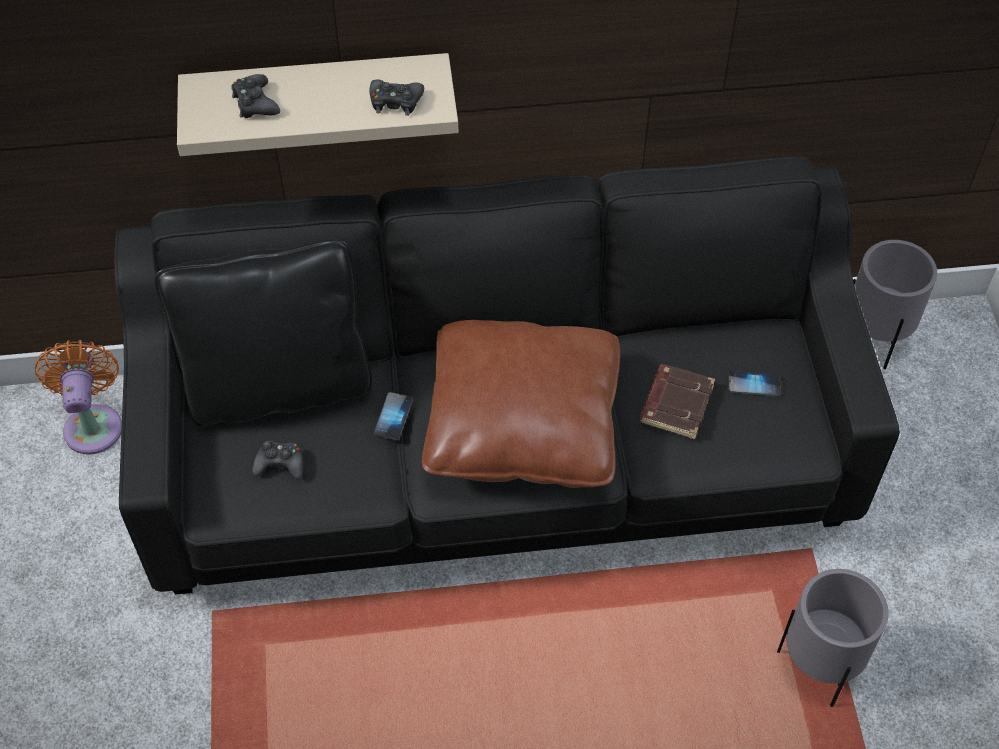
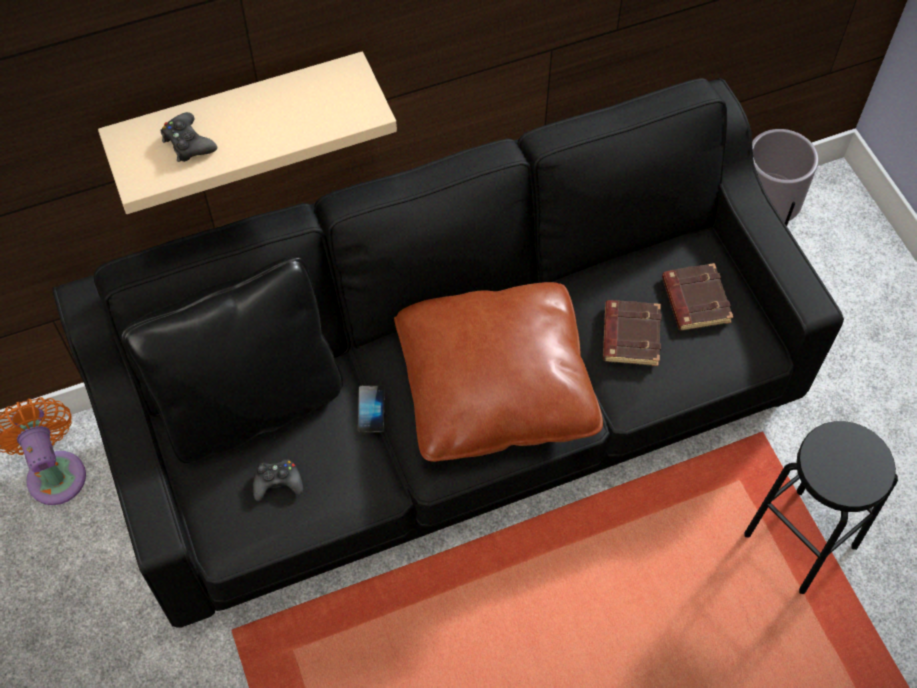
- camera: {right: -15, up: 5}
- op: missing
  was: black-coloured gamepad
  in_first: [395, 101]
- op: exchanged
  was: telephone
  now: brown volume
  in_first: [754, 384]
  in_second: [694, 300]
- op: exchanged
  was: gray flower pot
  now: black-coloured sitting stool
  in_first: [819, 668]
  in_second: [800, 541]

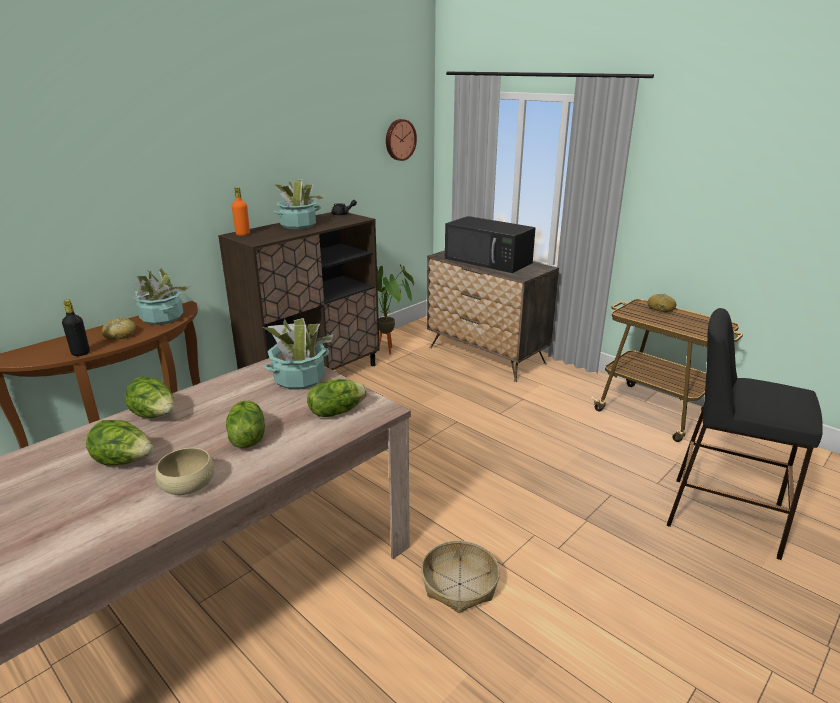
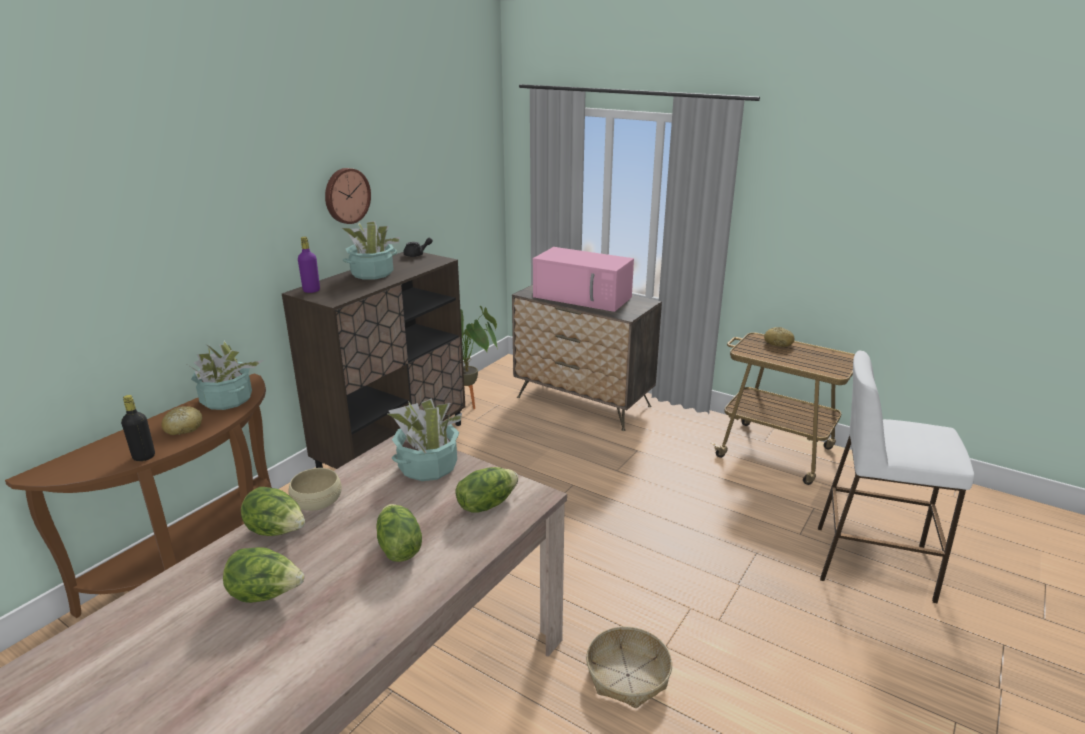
- camera: {right: -10, up: 0}
- op: relocated
  was: beige-coloured deep dish
  in_first: [188, 484]
  in_second: [317, 501]
- op: relocated
  was: hanging clock
  in_first: [399, 139]
  in_second: [346, 195]
- op: colour
  was: orange beverage bottle
  now: purple-coloured beverage bottle
  in_first: [243, 234]
  in_second: [311, 290]
- op: colour
  was: black-coloured kitchen microwave
  now: pink kitchen microwave
  in_first: [489, 261]
  in_second: [584, 297]
- op: colour
  was: black-coloured sitting stool
  now: white-coloured sitting stool
  in_first: [723, 515]
  in_second: [872, 562]

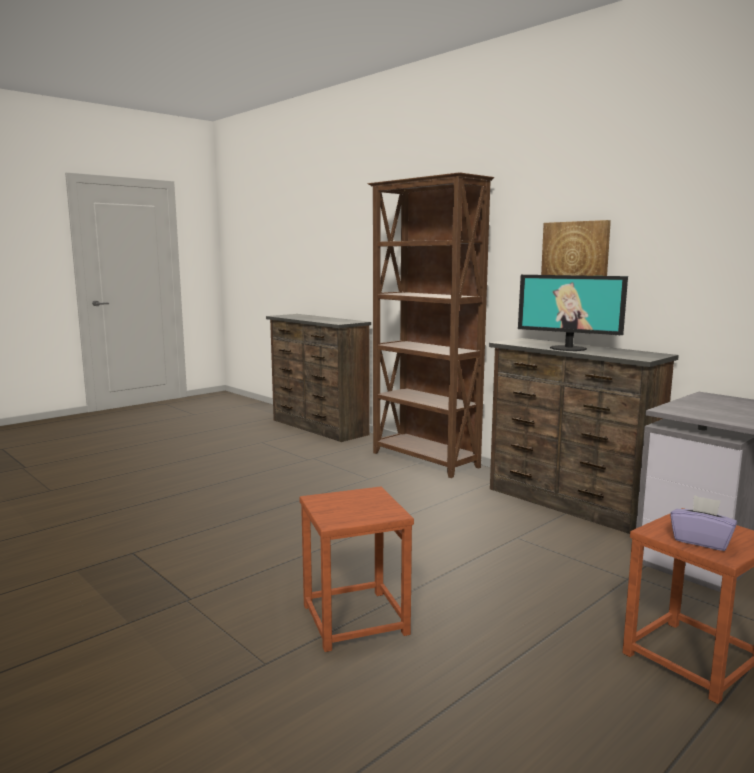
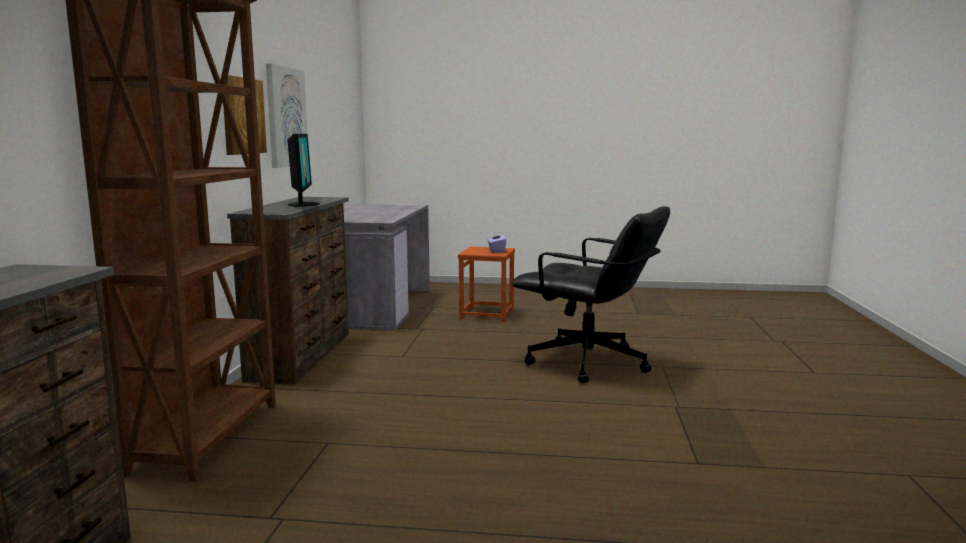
- camera: {right: -130, up: 0}
- op: appeared
  now: picture
  in_second: [286, 117]
- op: exchanged
  was: brown sitting stool
  now: black-coloured desk chair
  in_first: [354, 619]
  in_second: [589, 363]

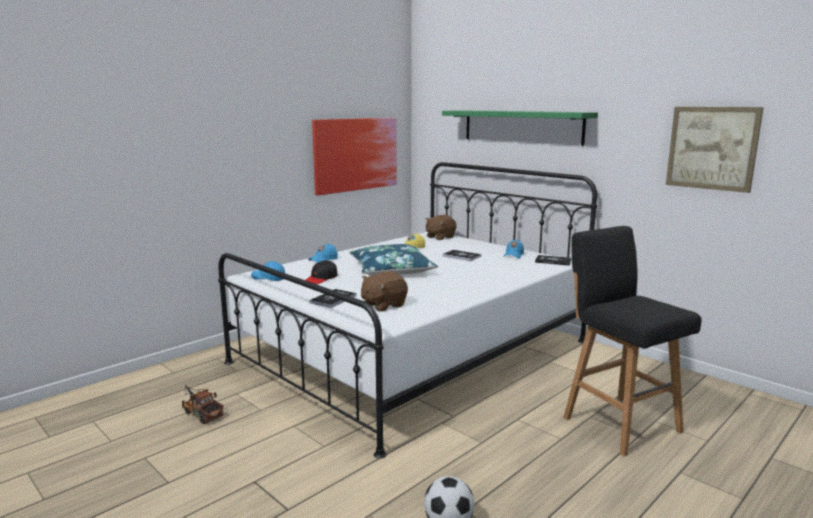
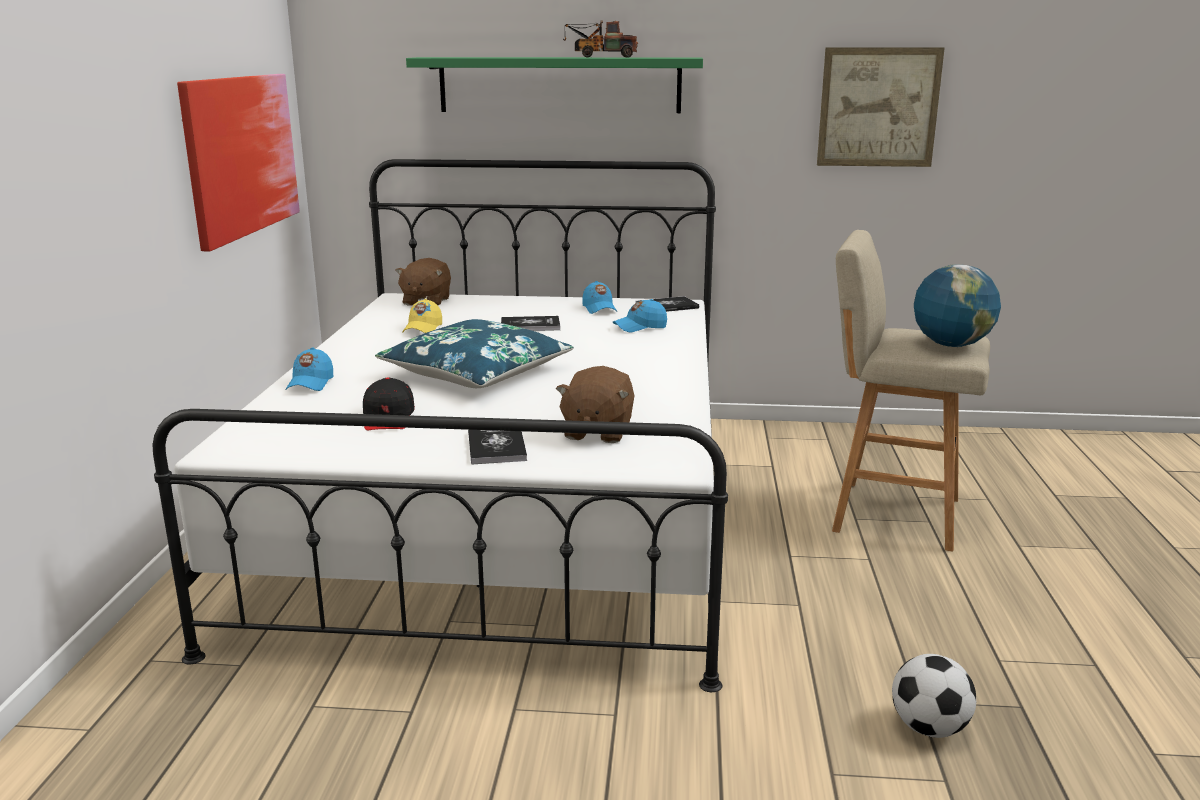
- camera: {right: -40, up: 5}
- op: appeared
  now: globe
  in_second: [951, 345]
- op: relocated
  was: toy truck
  in_first: [201, 413]
  in_second: [600, 57]
- op: relocated
  was: blue-coloured peaked cap
  in_first: [268, 277]
  in_second: [640, 327]
- op: colour
  was: black-coloured sitting stool
  now: beige-coloured sitting stool
  in_first: [618, 423]
  in_second: [890, 513]

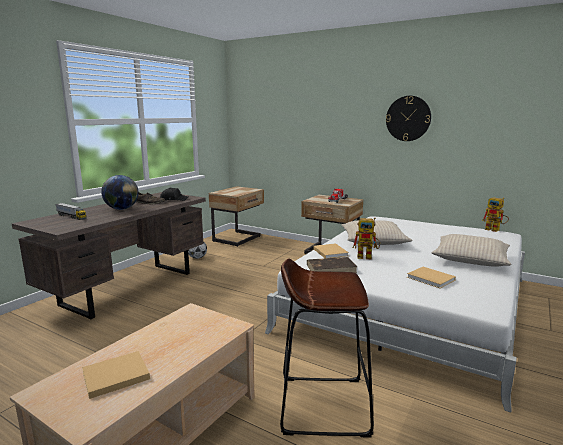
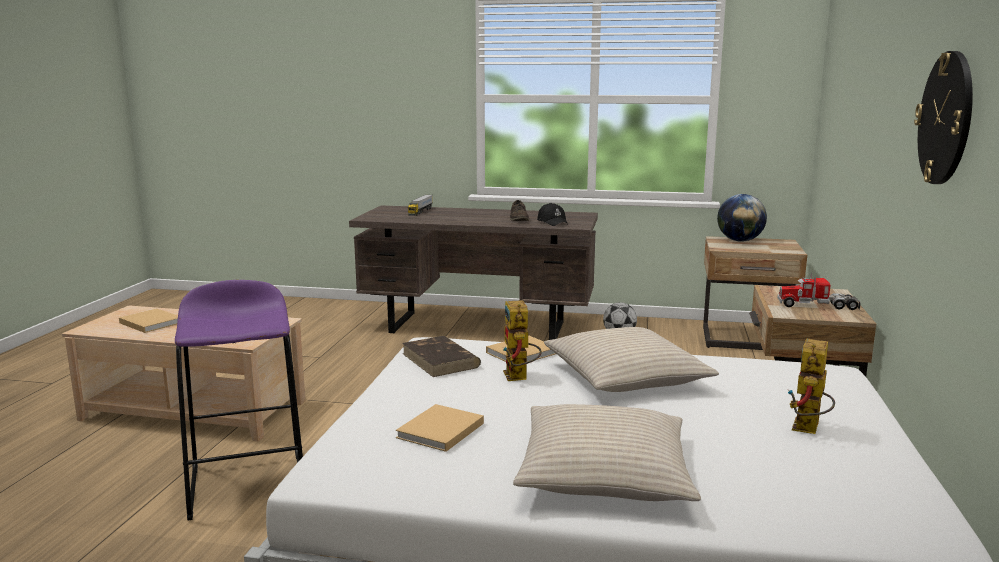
- camera: {right: 70, up: 0}
- op: relocated
  was: globe
  in_first: [121, 209]
  in_second: [739, 241]
- op: relocated
  was: model robot
  in_first: [495, 230]
  in_second: [808, 430]
- op: colour
  was: brown sitting stool
  now: purple-coloured sitting stool
  in_first: [323, 404]
  in_second: [248, 483]

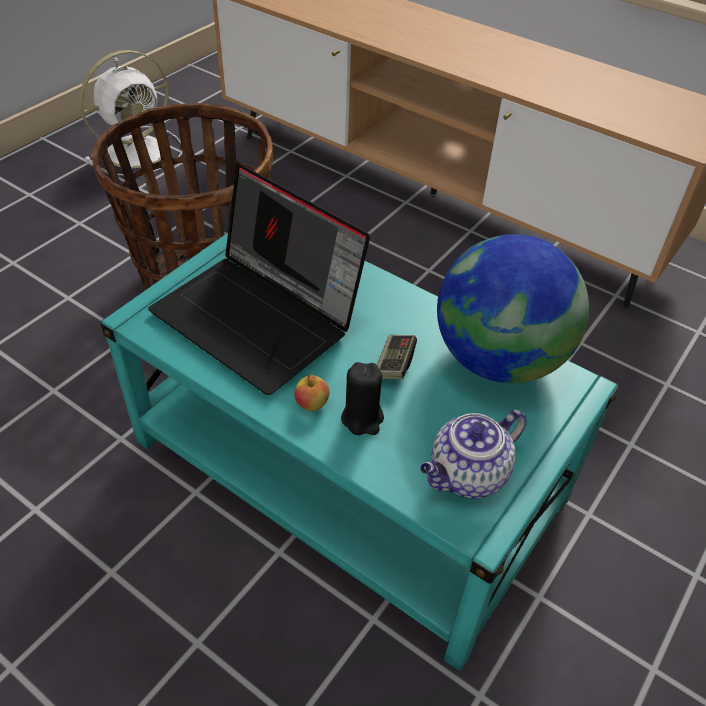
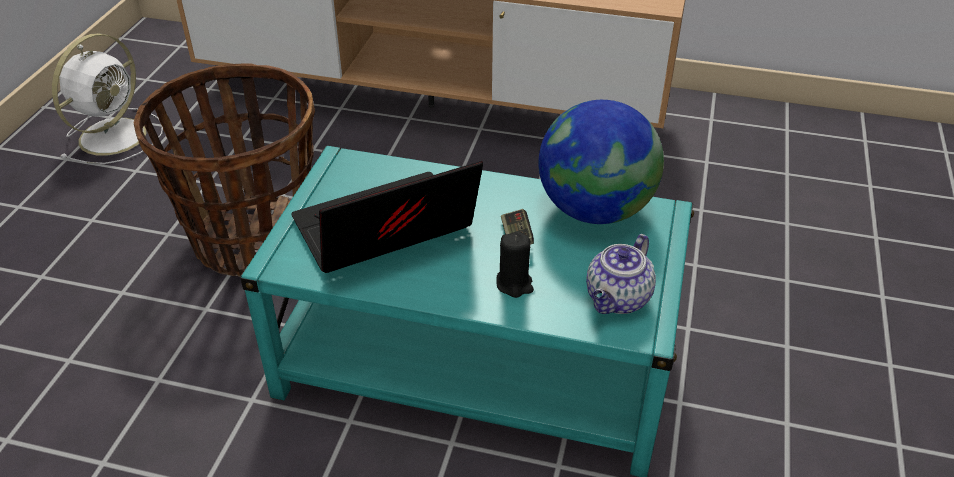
- camera: {right: -20, up: -5}
- op: missing
  was: apple fruit
  in_first: [311, 404]
- op: spun
  was: notebook computer
  in_first: [260, 318]
  in_second: [383, 233]
  clockwise: 135

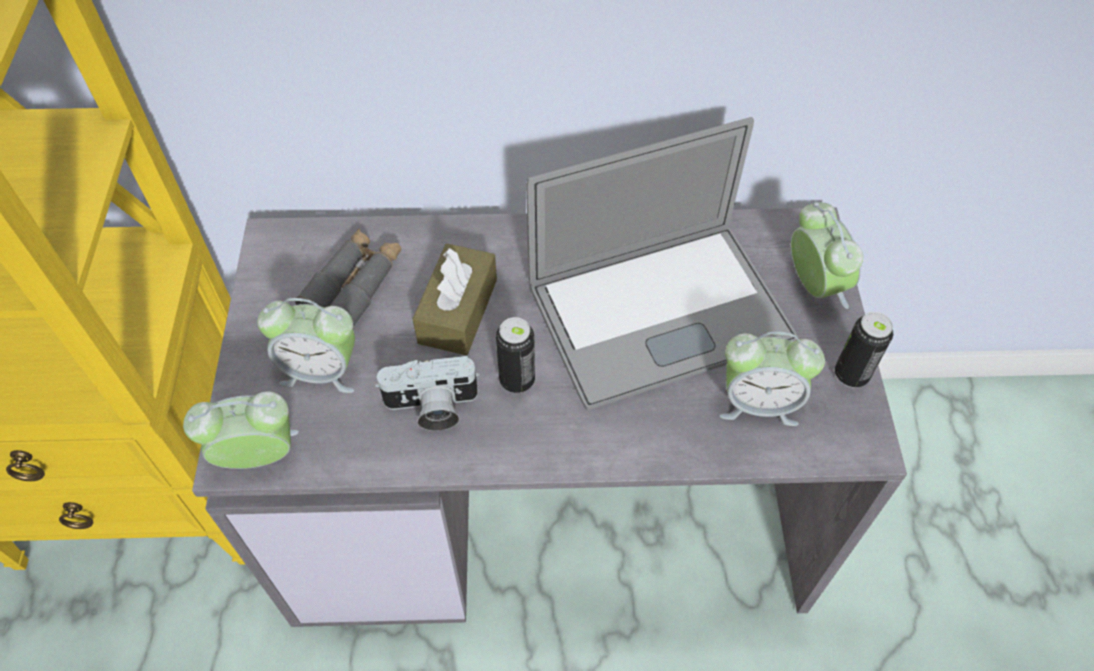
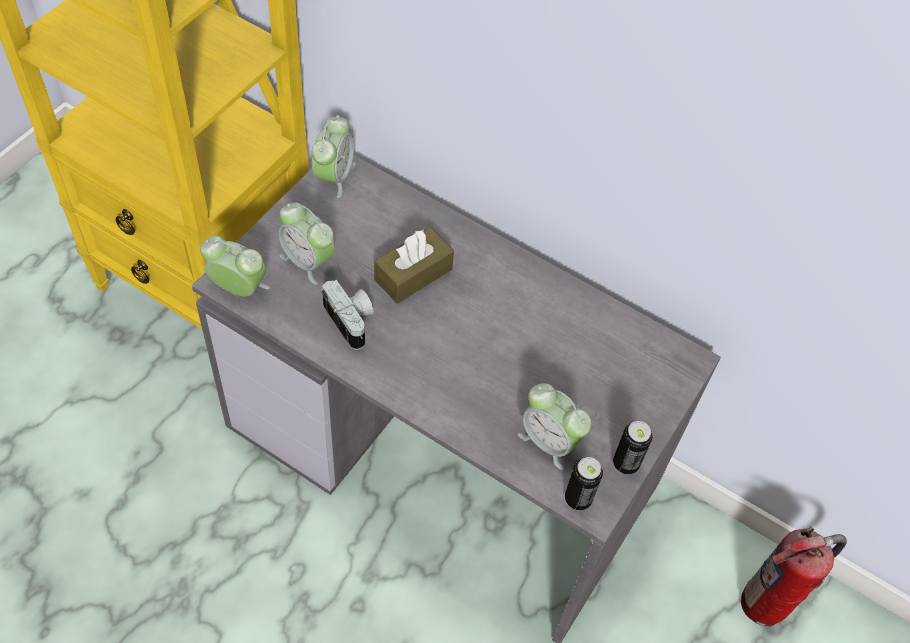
- camera: {right: 30, up: 0}
- op: missing
  was: gray field glasses
  in_first: [354, 286]
- op: missing
  was: notebook computer
  in_first: [659, 313]
- op: appeared
  now: extinguisher
  in_second: [764, 604]
- op: relocated
  was: metal can
  in_first: [517, 380]
  in_second: [578, 499]
- op: relocated
  was: alarm clock
  in_first: [814, 285]
  in_second: [334, 176]
- op: spun
  was: photo camera
  in_first: [431, 407]
  in_second: [352, 321]
  clockwise: -150

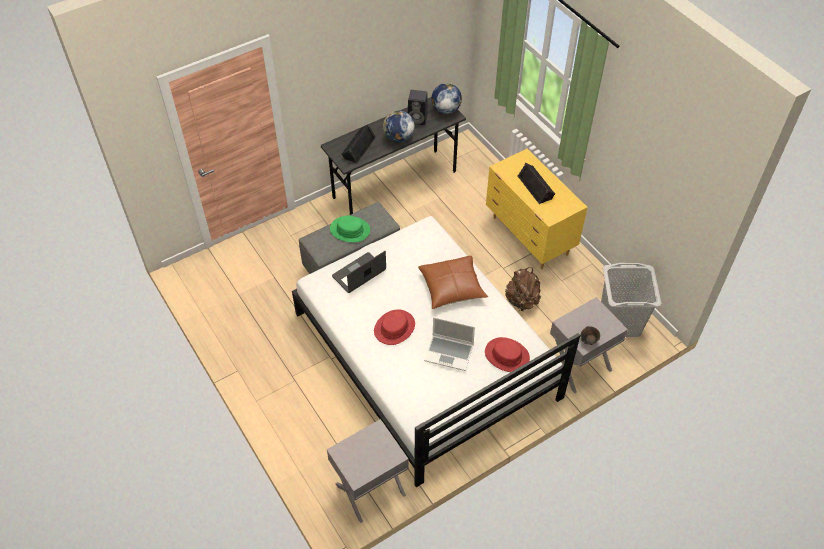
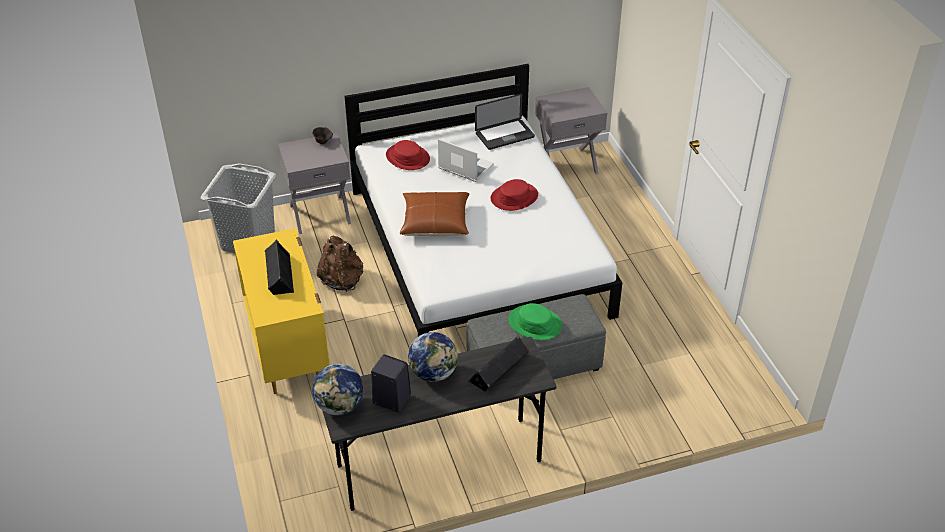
- camera: {right: -165, up: -10}
- op: relocated
  was: notebook computer
  in_first: [359, 273]
  in_second: [504, 135]

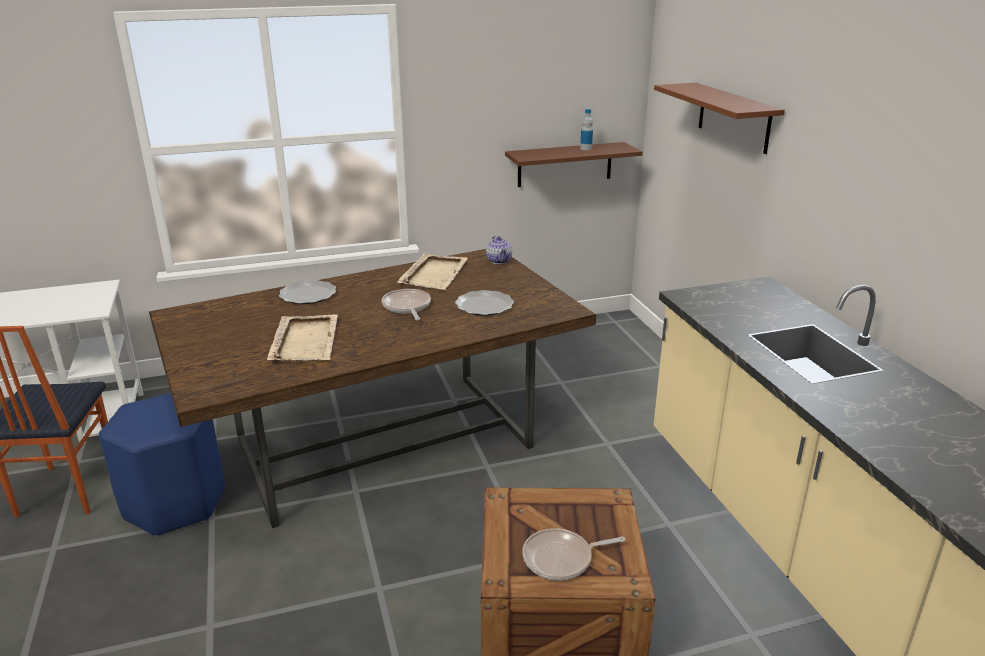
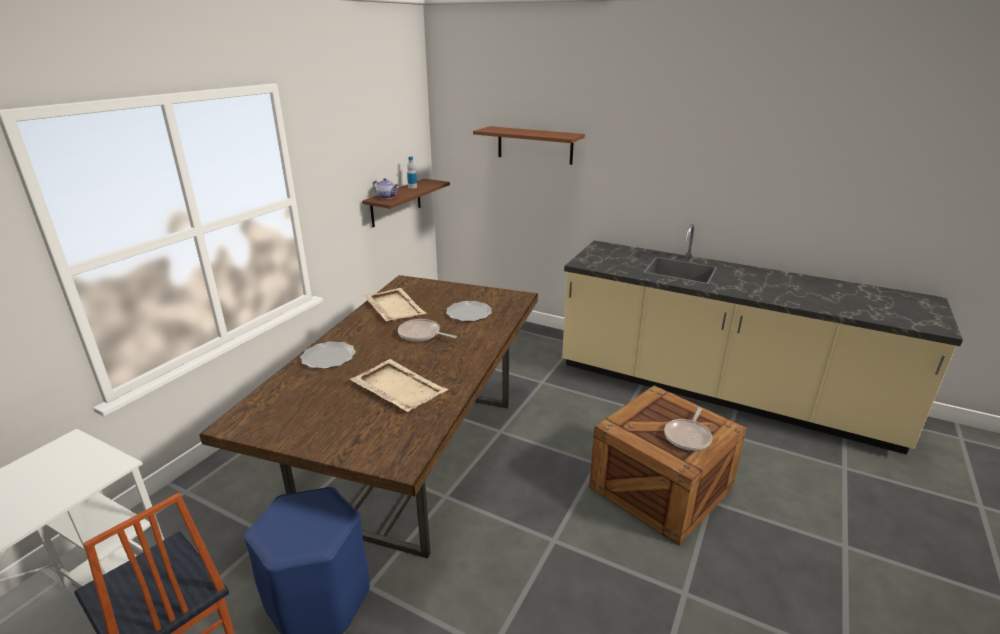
- camera: {right: -45, up: 0}
- op: relocated
  was: pot for tea
  in_first: [499, 260]
  in_second: [386, 197]

